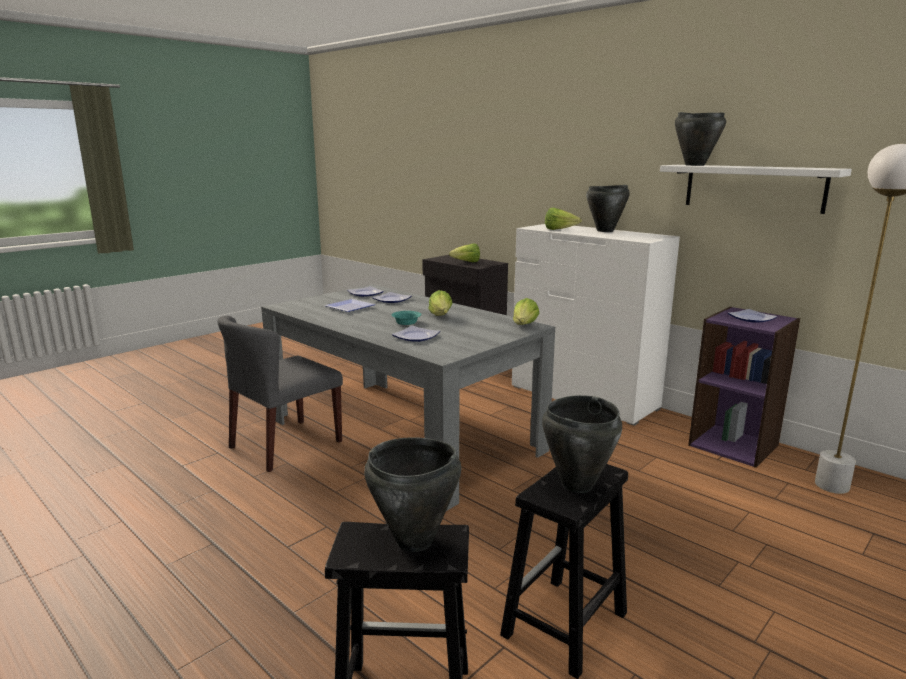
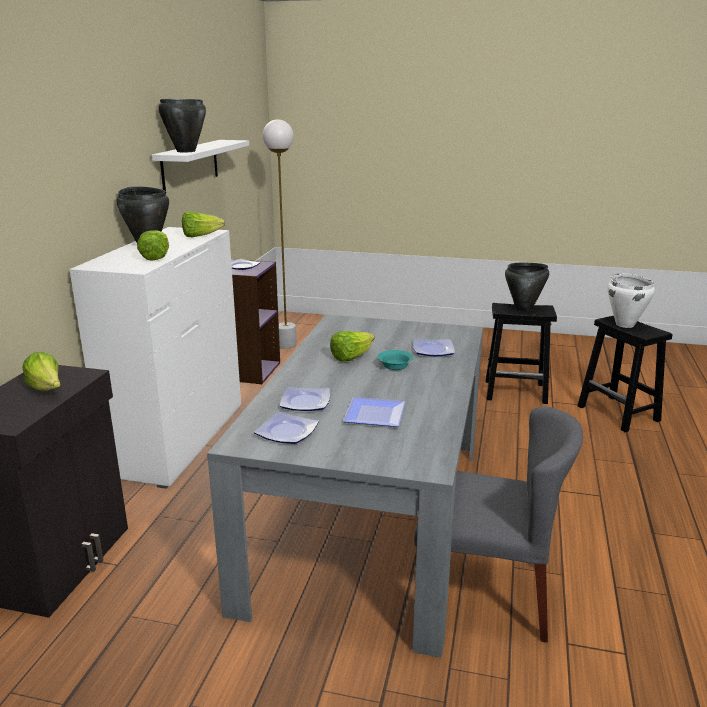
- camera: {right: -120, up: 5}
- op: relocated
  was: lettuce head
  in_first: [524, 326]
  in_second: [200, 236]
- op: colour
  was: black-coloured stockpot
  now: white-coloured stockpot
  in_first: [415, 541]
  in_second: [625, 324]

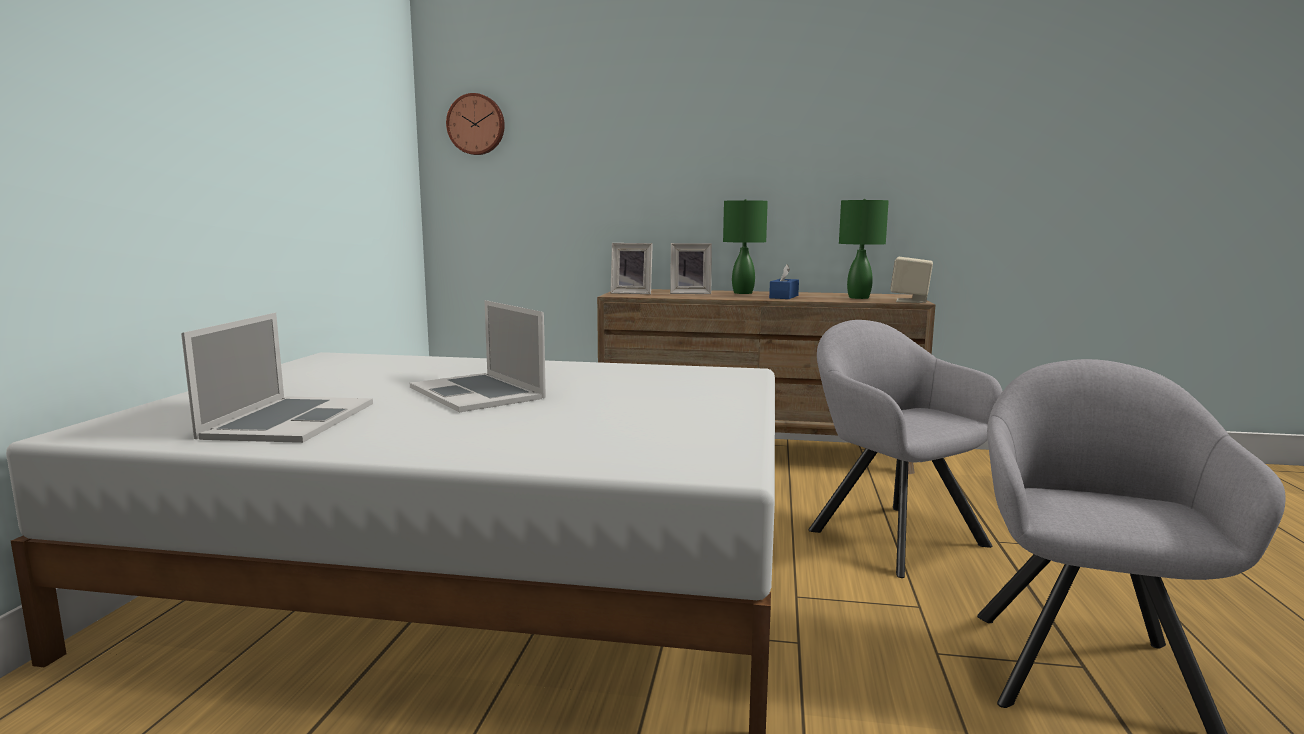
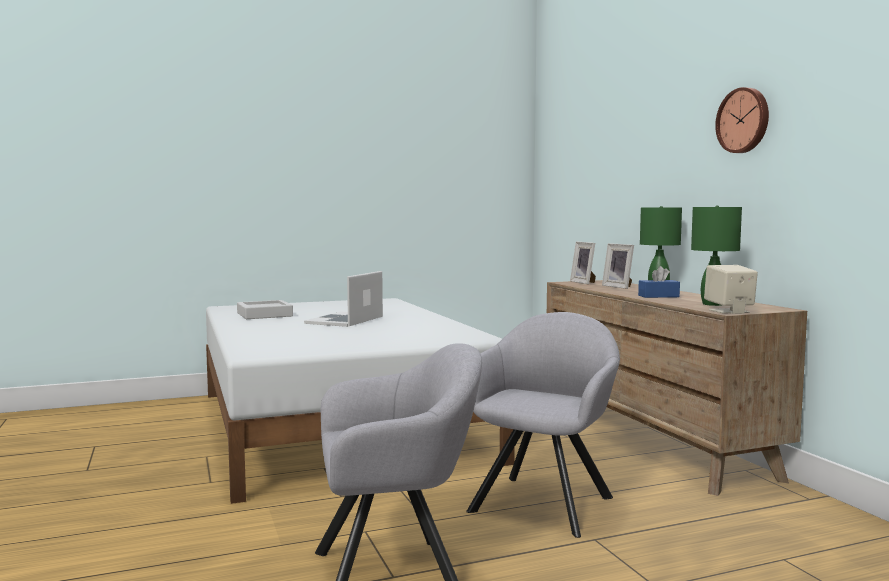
- camera: {right: 60, up: -5}
- op: relocated
  was: hanging clock
  in_first: [476, 124]
  in_second: [744, 120]
- op: exchanged
  was: notebook computer
  now: gray serving tray
  in_first: [289, 420]
  in_second: [264, 315]

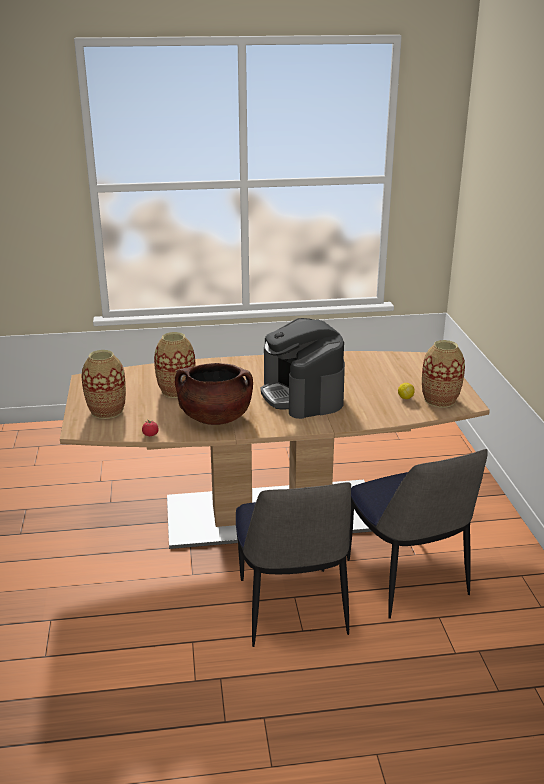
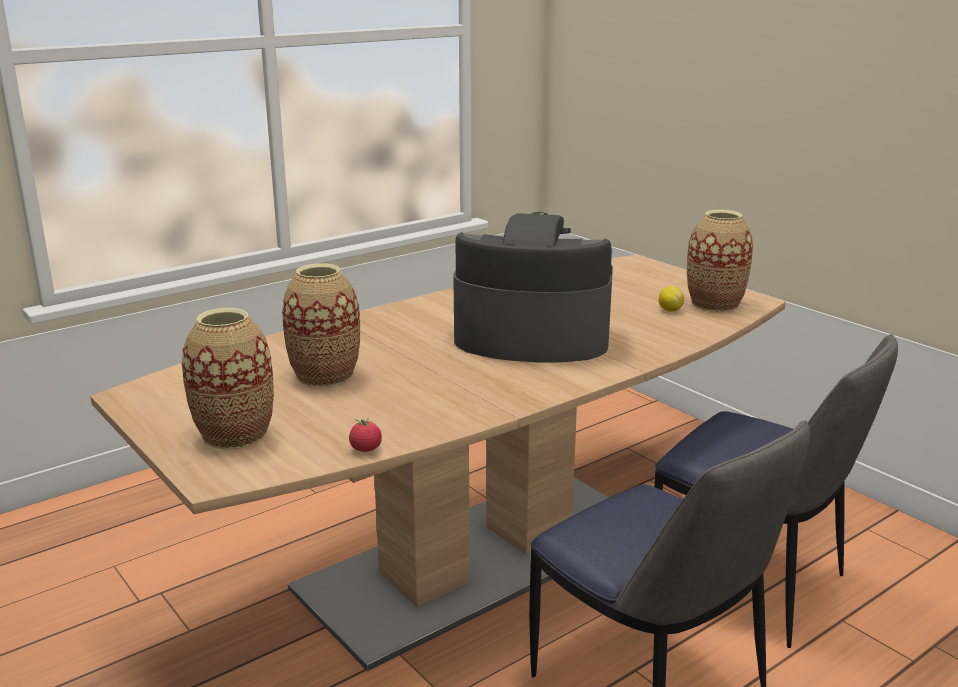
- camera: {right: -30, up: -5}
- op: missing
  was: brown stockpot
  in_first: [215, 418]
- op: spun
  was: coffee brewer
  in_first: [302, 395]
  in_second: [531, 337]
  clockwise: 150

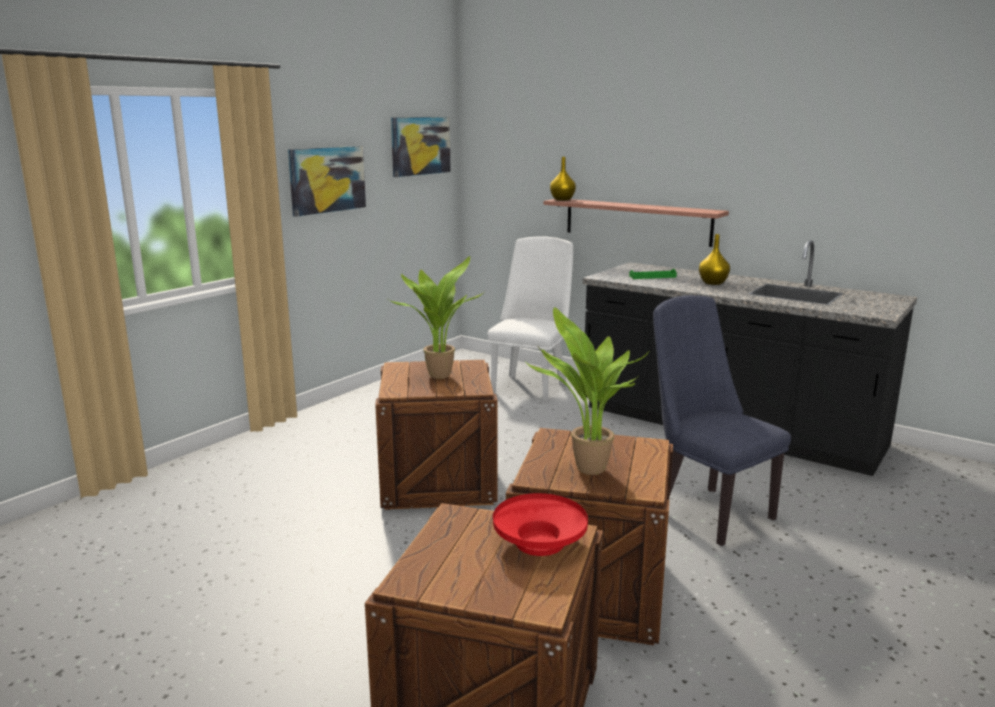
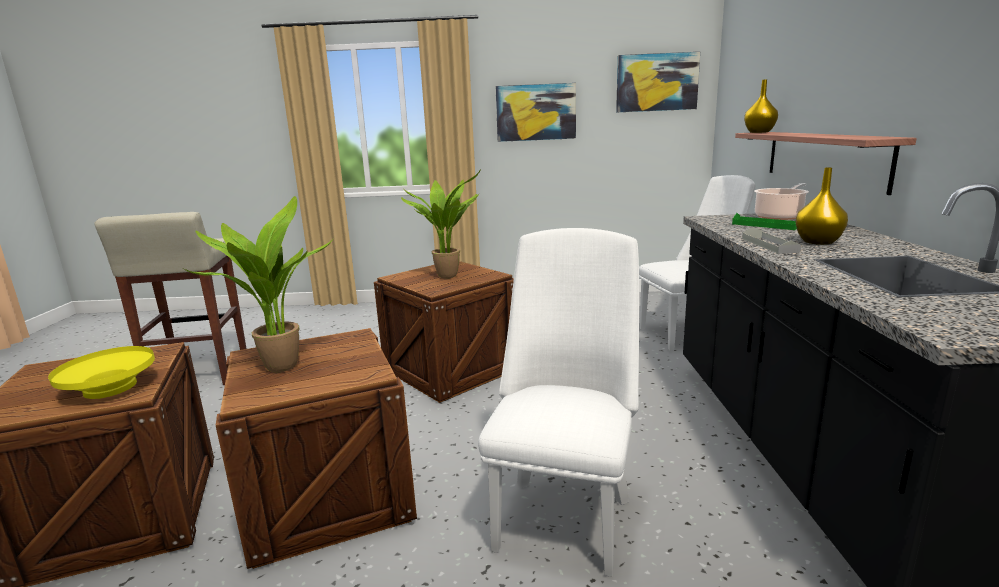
- camera: {right: 55, up: 0}
- op: appeared
  now: beige-coloured sitting stool
  in_second: [199, 375]
- op: appeared
  now: gray serving tray
  in_second: [769, 245]
- op: appeared
  now: stockpot
  in_second: [779, 216]
- op: colour
  was: red deep dish
  now: yellow deep dish
  in_first: [539, 543]
  in_second: [109, 388]
- op: colour
  was: blue-coloured upright chair
  now: white-coloured upright chair
  in_first: [706, 511]
  in_second: [564, 514]

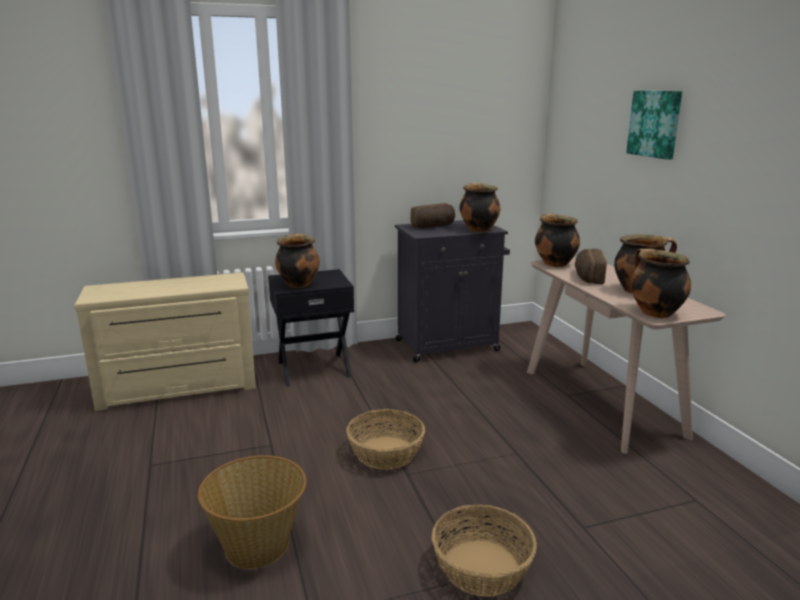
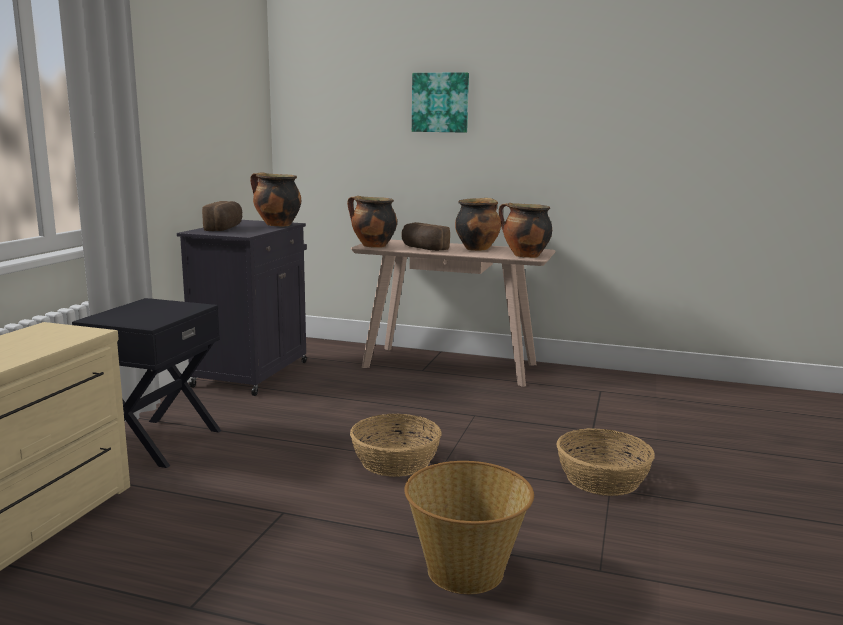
- camera: {right: -55, up: -5}
- op: missing
  was: stockpot
  in_first: [298, 284]

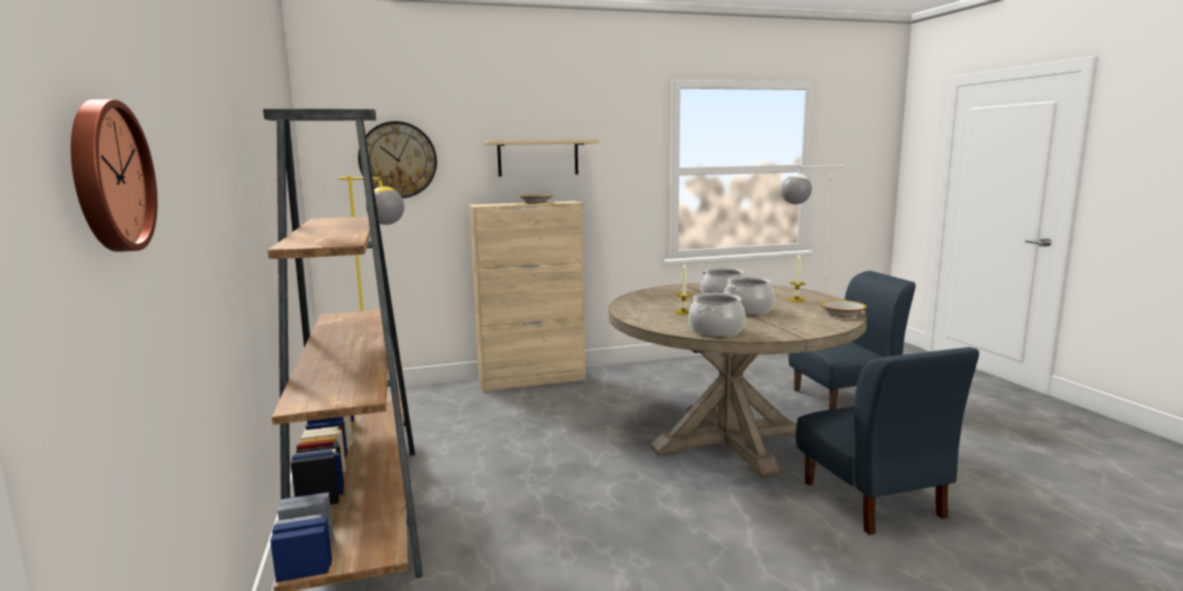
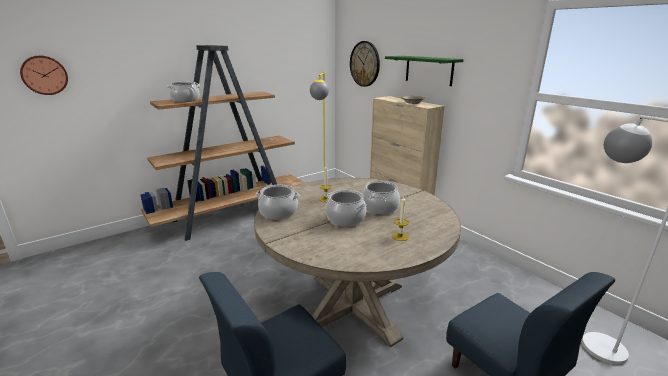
- camera: {right: 70, up: 10}
- op: missing
  was: deep dish
  in_first: [842, 314]
- op: appeared
  now: stockpot
  in_second: [185, 100]
- op: colour
  was: beige-coloured bracket shelf
  now: green bracket shelf
  in_first: [538, 158]
  in_second: [429, 70]

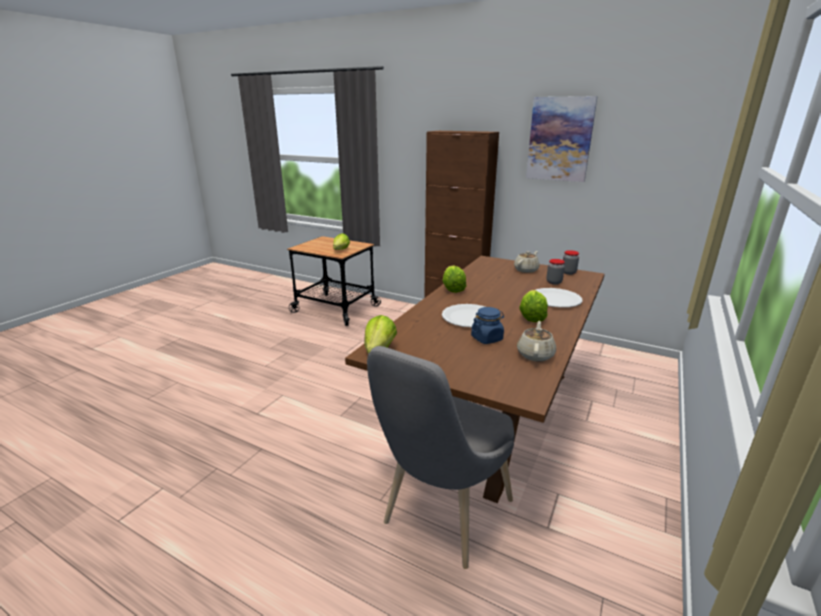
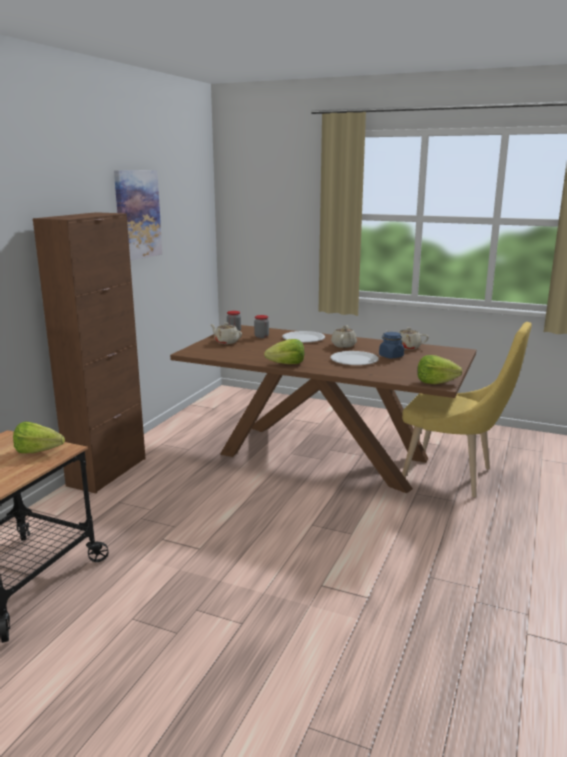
- camera: {right: -95, up: -5}
- op: exchanged
  was: lettuce head
  now: beige-coloured pot for tea
  in_first: [532, 317]
  in_second: [344, 345]
- op: colour
  was: gray upright chair
  now: yellow upright chair
  in_first: [442, 517]
  in_second: [453, 476]

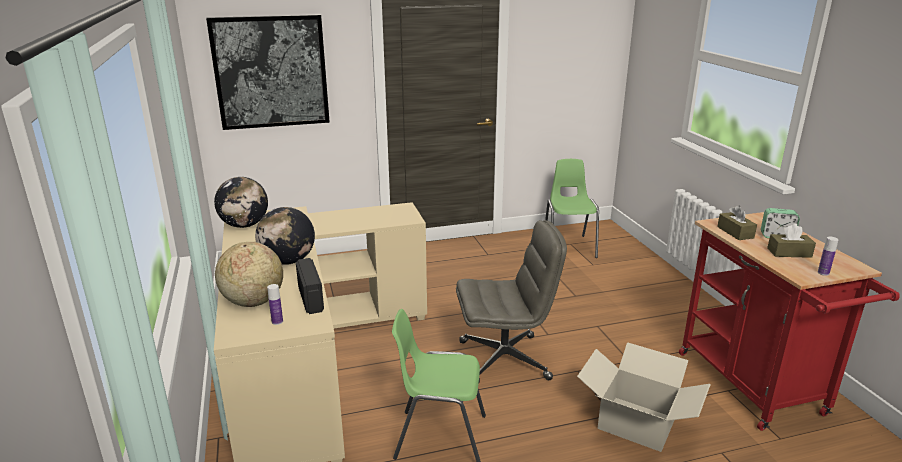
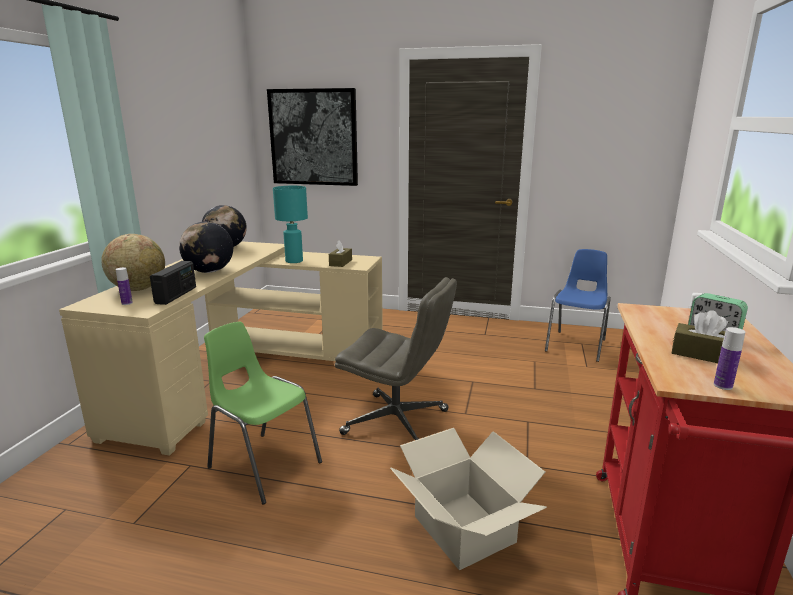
- camera: {right: 30, up: -5}
- op: appeared
  now: turquoise-coloured table lamp
  in_second: [294, 261]
- op: relocated
  was: brown tissue box
  in_first: [735, 232]
  in_second: [340, 263]
- op: colour
  was: green upright chair
  now: blue-coloured upright chair
  in_first: [568, 247]
  in_second: [577, 345]

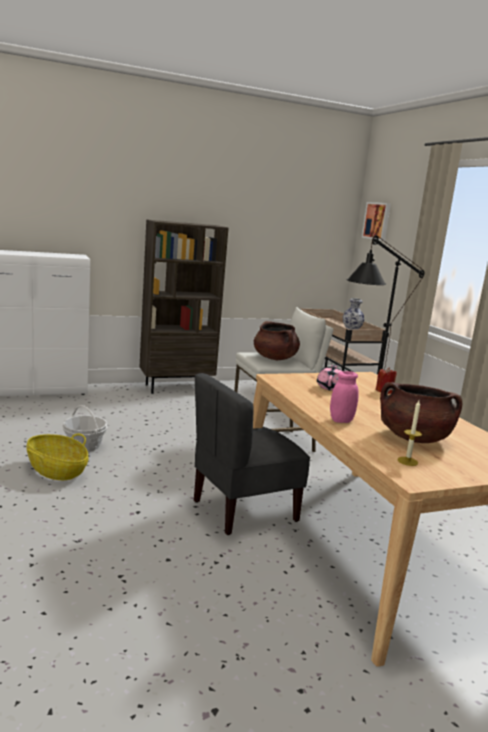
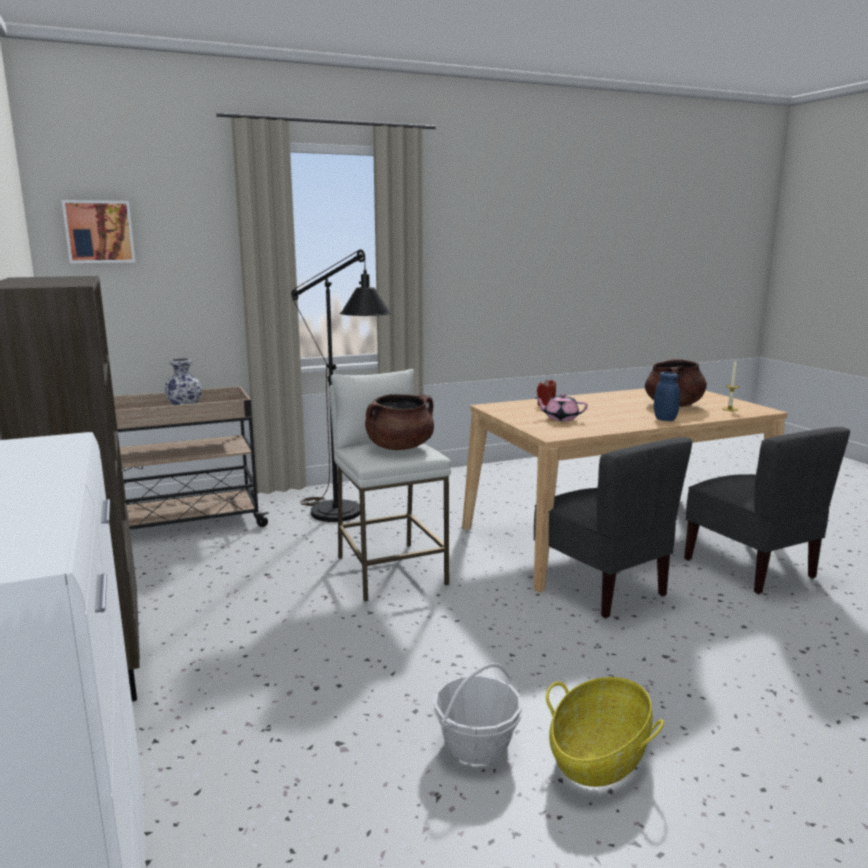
- camera: {right: -90, up: 0}
- op: appeared
  now: gray upright chair
  in_second: [750, 568]
- op: colour
  was: pink storage jar
  now: blue-coloured storage jar
  in_first: [341, 420]
  in_second: [665, 419]

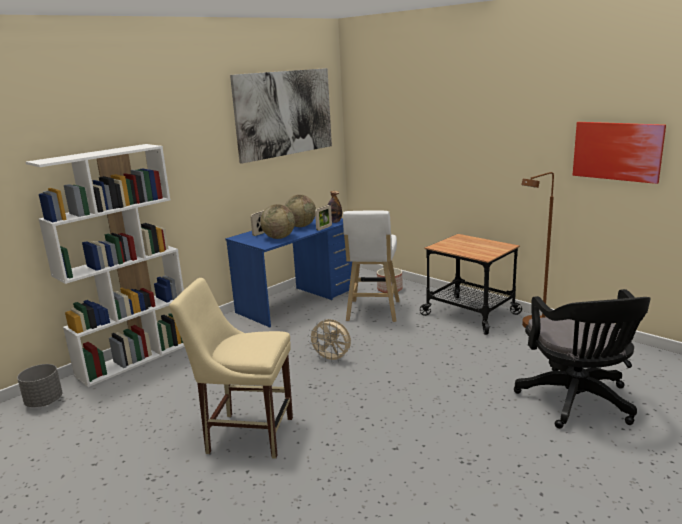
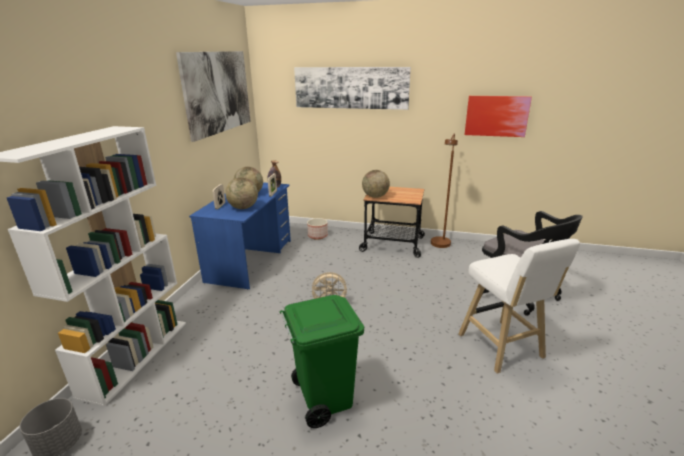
- camera: {right: -30, up: 5}
- op: appeared
  now: picture
  in_second: [351, 87]
- op: appeared
  now: globe
  in_second: [375, 196]
- op: relocated
  was: white-coloured sitting stool
  in_first: [372, 312]
  in_second: [502, 348]
- op: exchanged
  was: beige-coloured upright chair
  now: green waste bin
  in_first: [246, 434]
  in_second: [323, 398]

